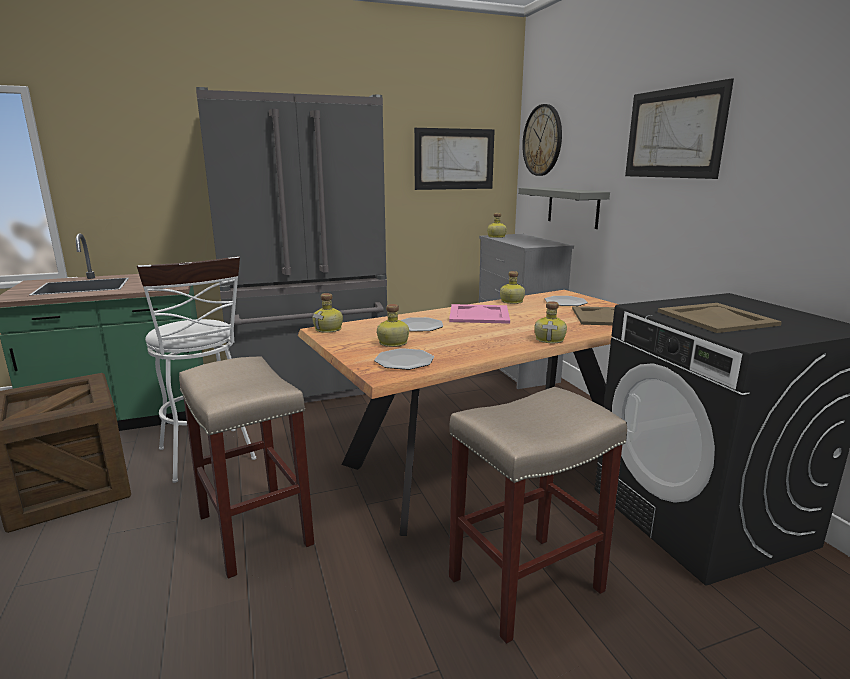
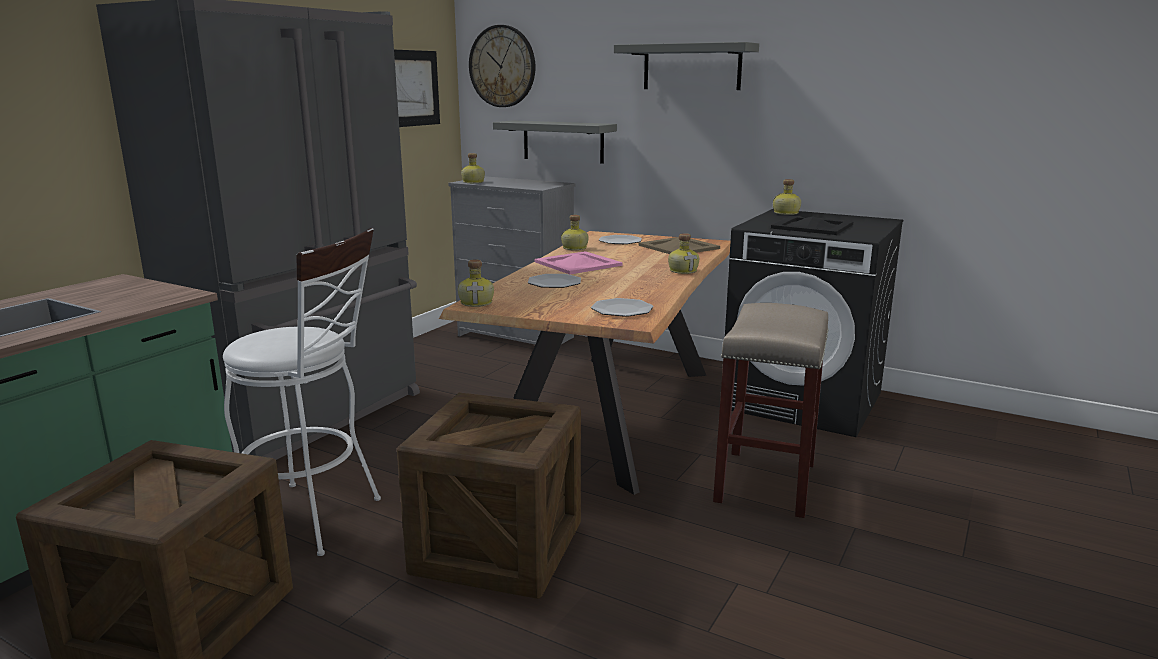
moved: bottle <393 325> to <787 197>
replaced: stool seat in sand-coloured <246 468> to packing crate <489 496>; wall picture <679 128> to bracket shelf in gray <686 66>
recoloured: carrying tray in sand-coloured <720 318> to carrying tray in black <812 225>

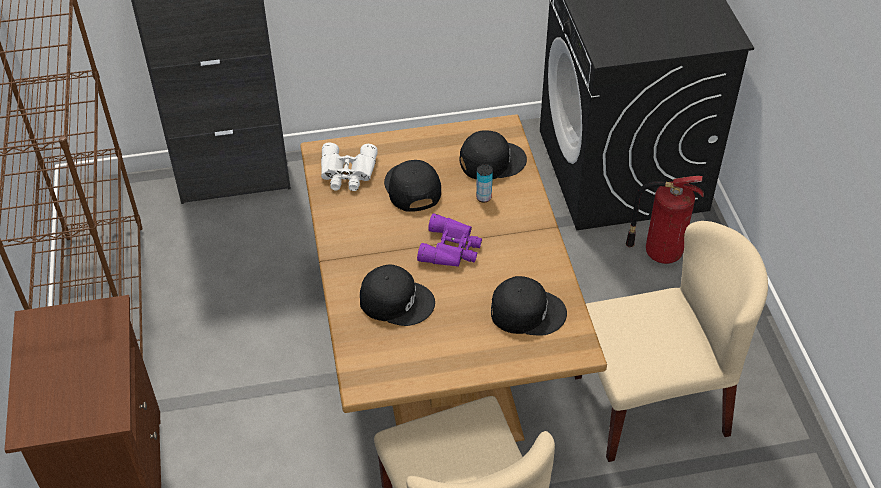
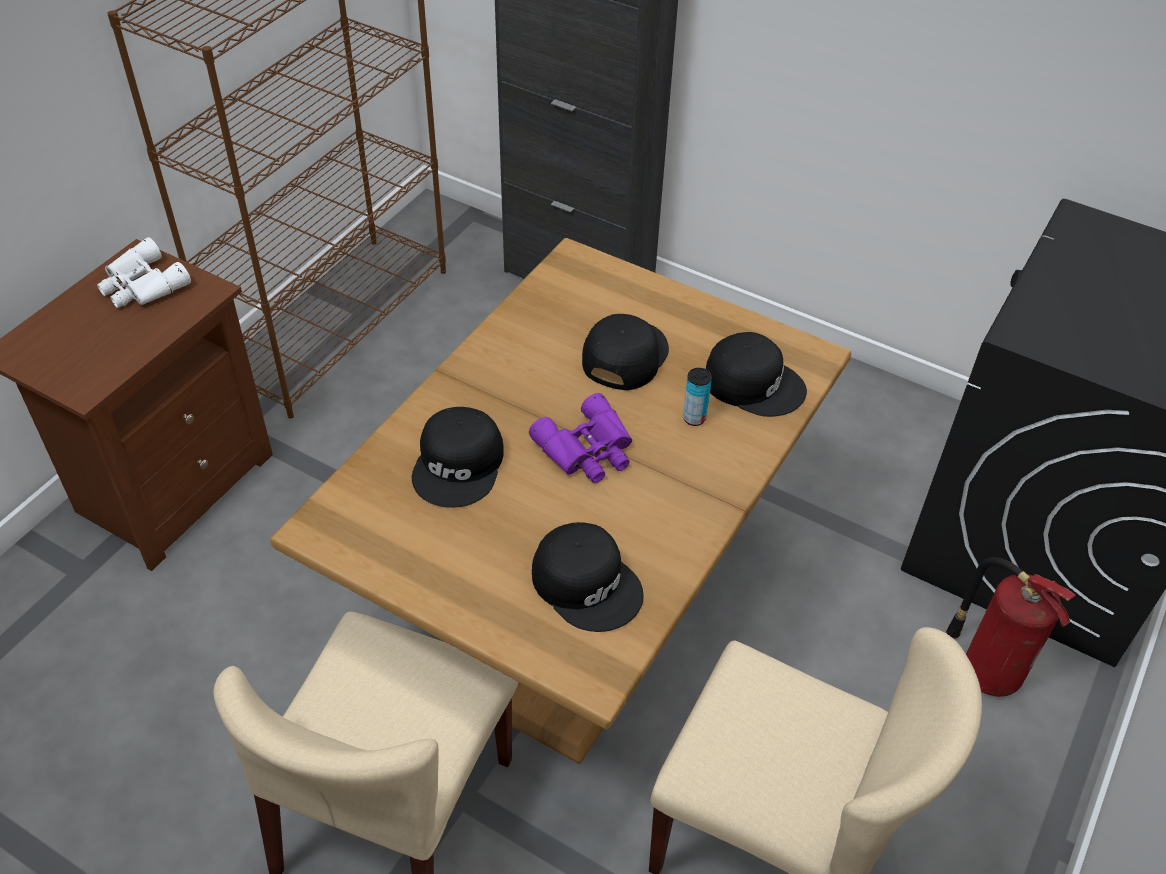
moved: pair of binoculars in white <349 167> to <144 272>
turned: baseball cap in black <397 295> = <458 457> 45 degrees clockwise

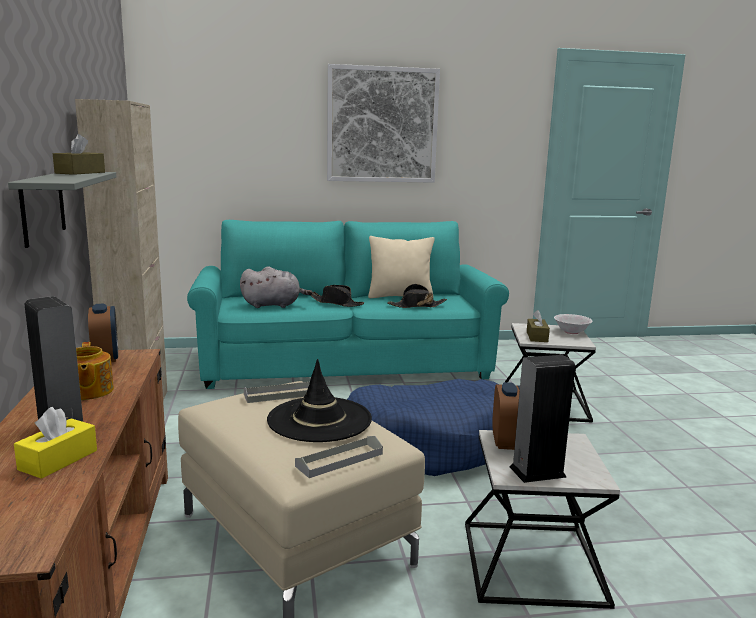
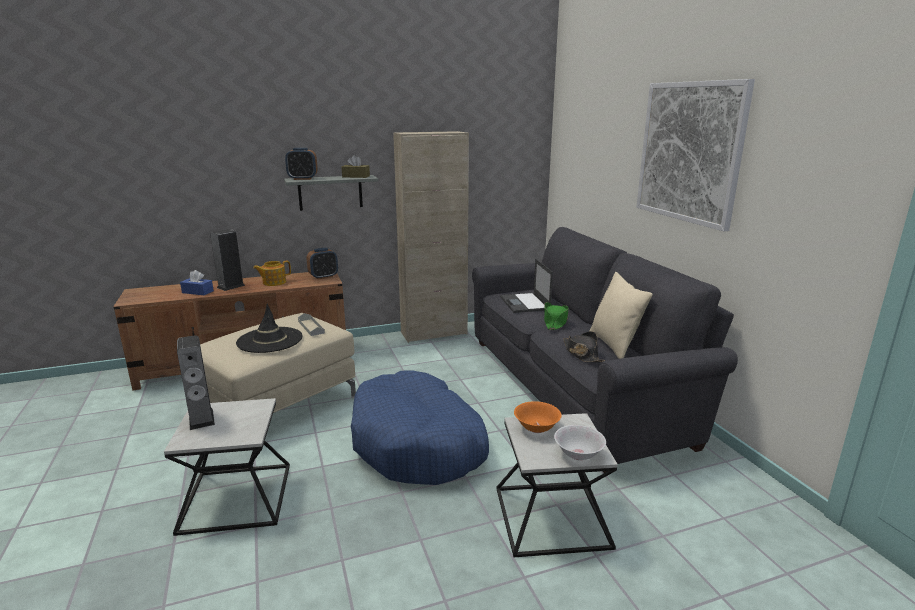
removed: carrying tray in gray <339 457>
moved: alarm clock <506 416> to <301 164>
replaced: soft toy in gray <276 287> to portable computer <526 286>; tissue box in brown-coloured <538 326> to bowl in orange-coloured <538 417>
recoloured: tissue box in yellow-coloured <55 443> to tissue box in blue-coloured <197 282>; couch in blue-green <348 304> to couch in gray <605 350>; wearable hat in black <337 296> to wearable hat in green <556 316>

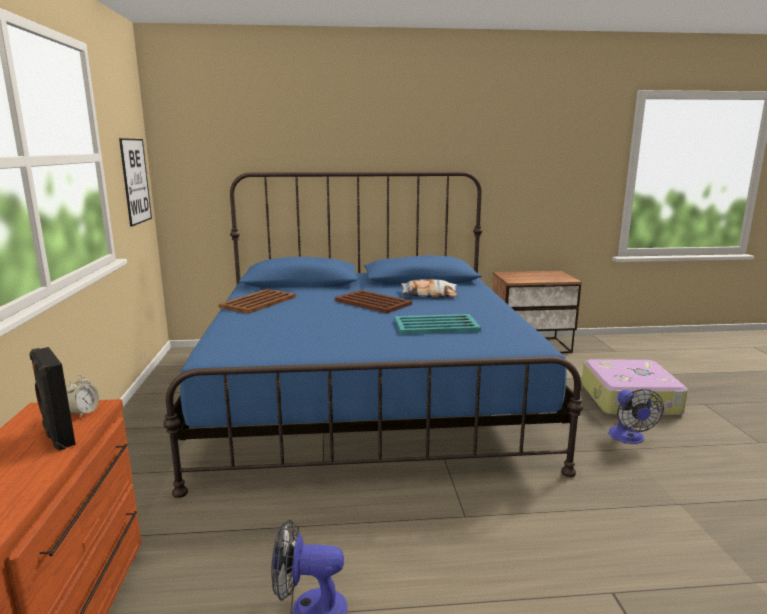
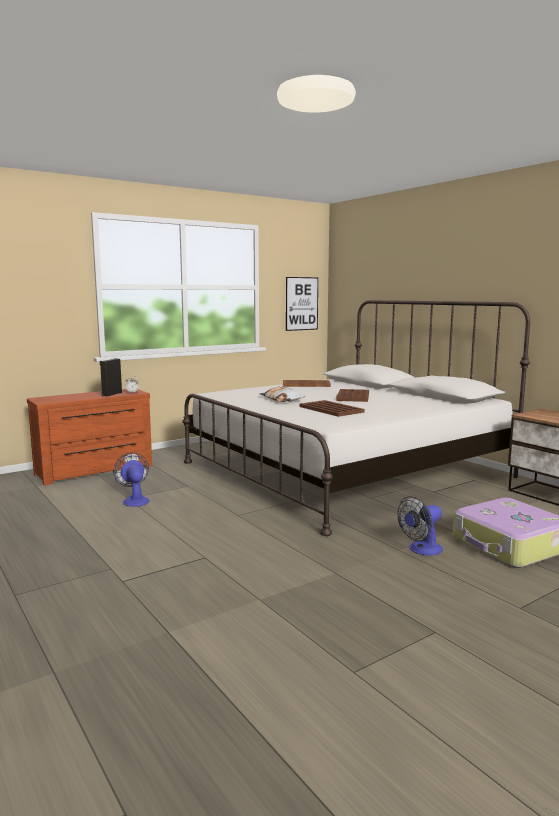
moved: throw pillow <429 288> to <282 394>
recoloured: sleeping bed in blue-coloured <373 335> to sleeping bed in white <356 418>; carrying tray in blue-green <438 324> to carrying tray in brown-coloured <332 408>

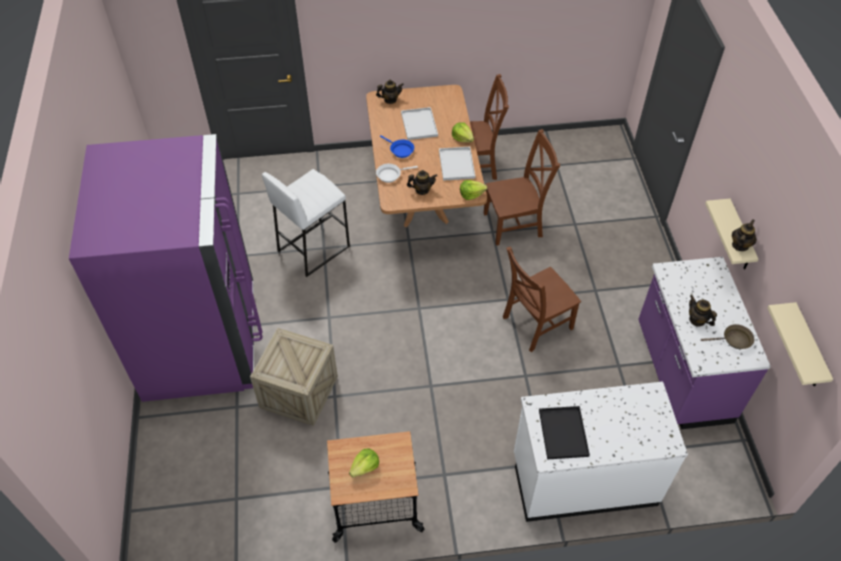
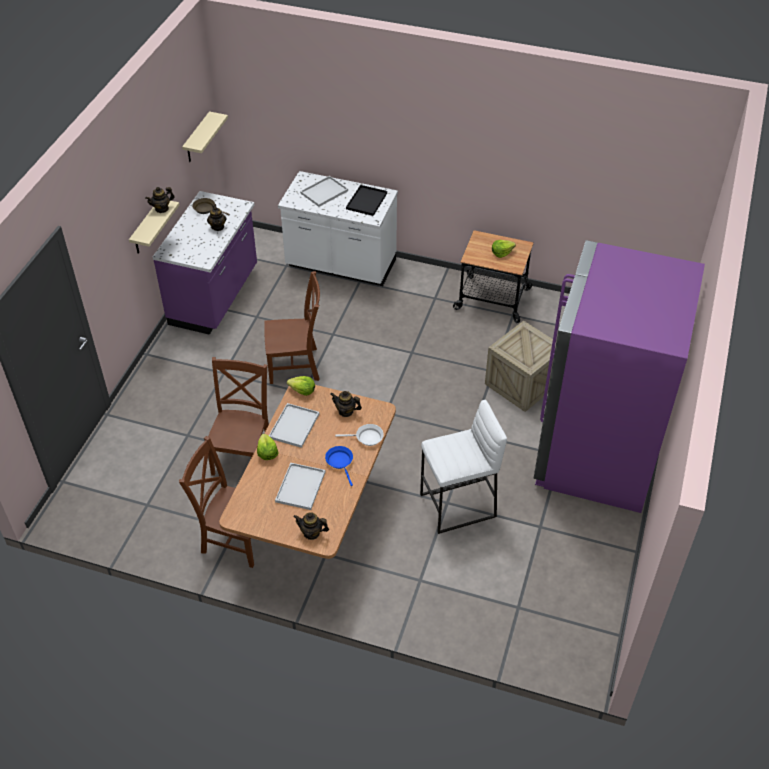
added: carrying tray in white <324 191>
turned: chair in brown-coloured <522 187> = <238 416> 90 degrees clockwise

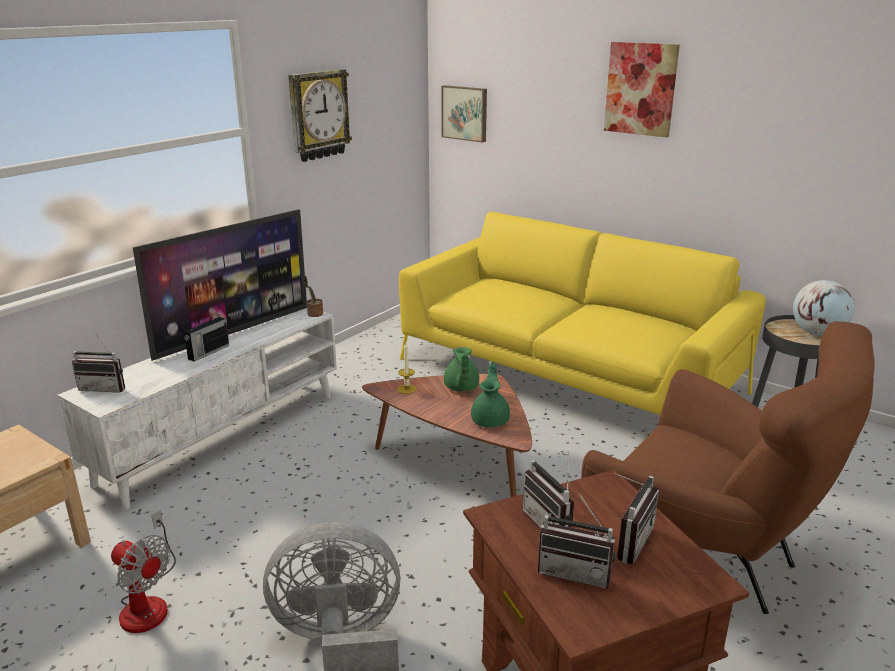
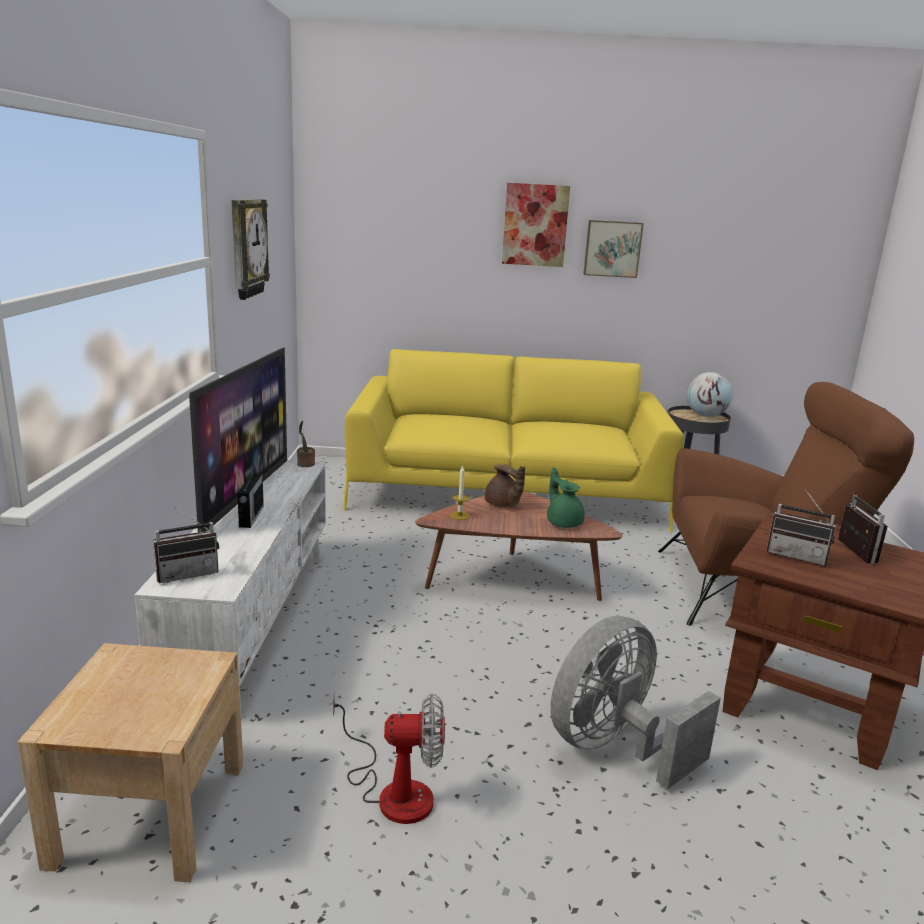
removed: radio <577 539>
moved: wall picture <464 114> to <613 249>
recoloured: teapot in green <461 369> to teapot in brown-coloured <505 485>

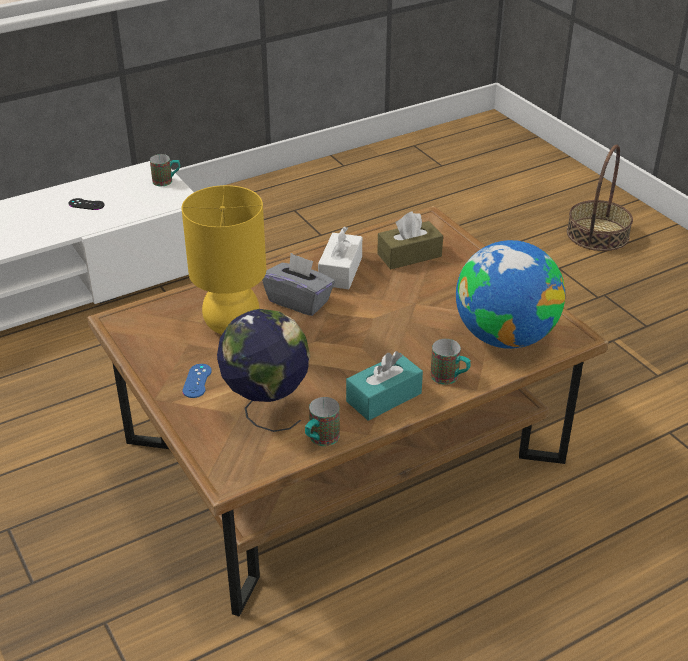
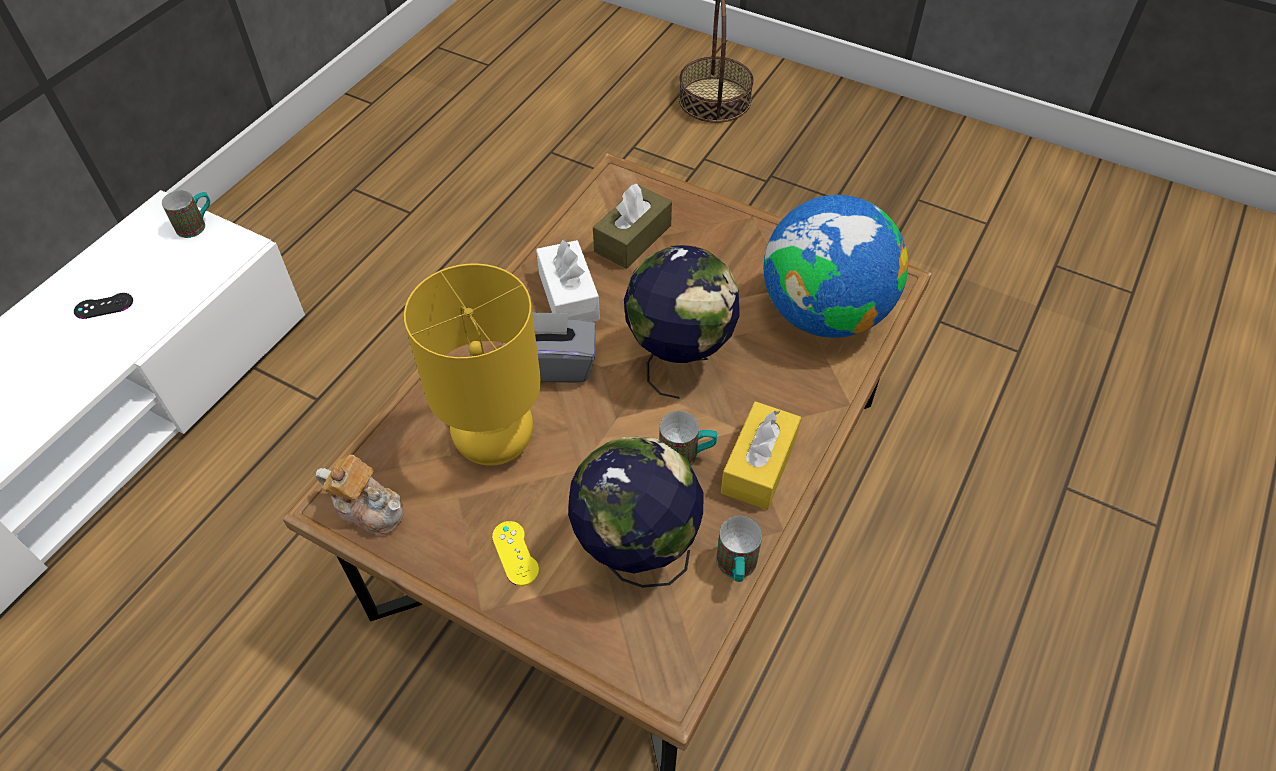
added: teapot <360 495>; desk globe <682 322>
moved: mug <450 362> to <688 438>
recoloured: joypad in blue-coloured <197 381> to joypad in yellow-coloured <515 553>; tissue box in blue-green <384 386> to tissue box in yellow-coloured <761 455>

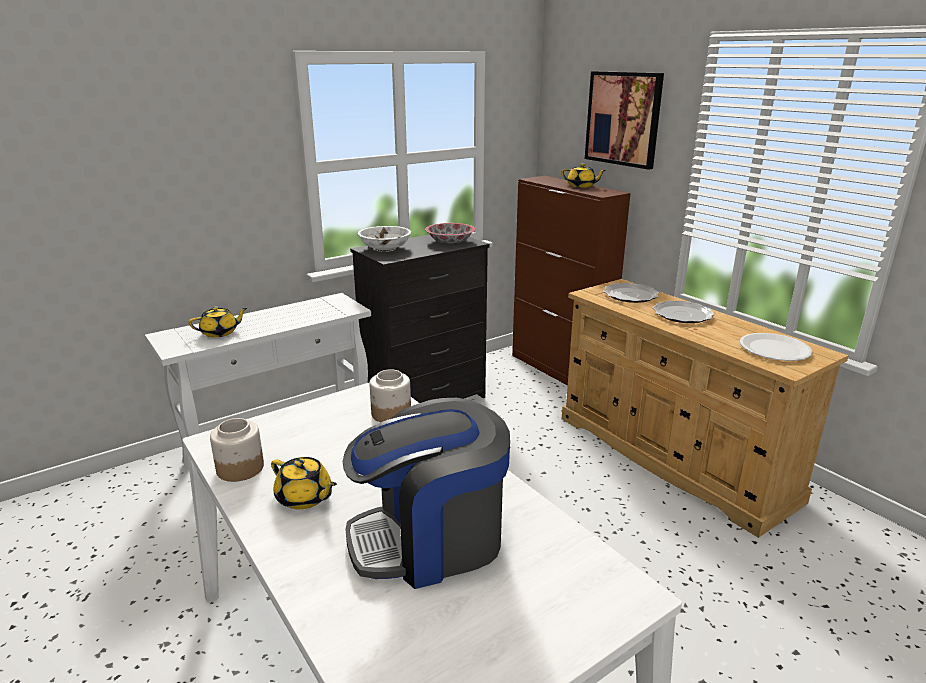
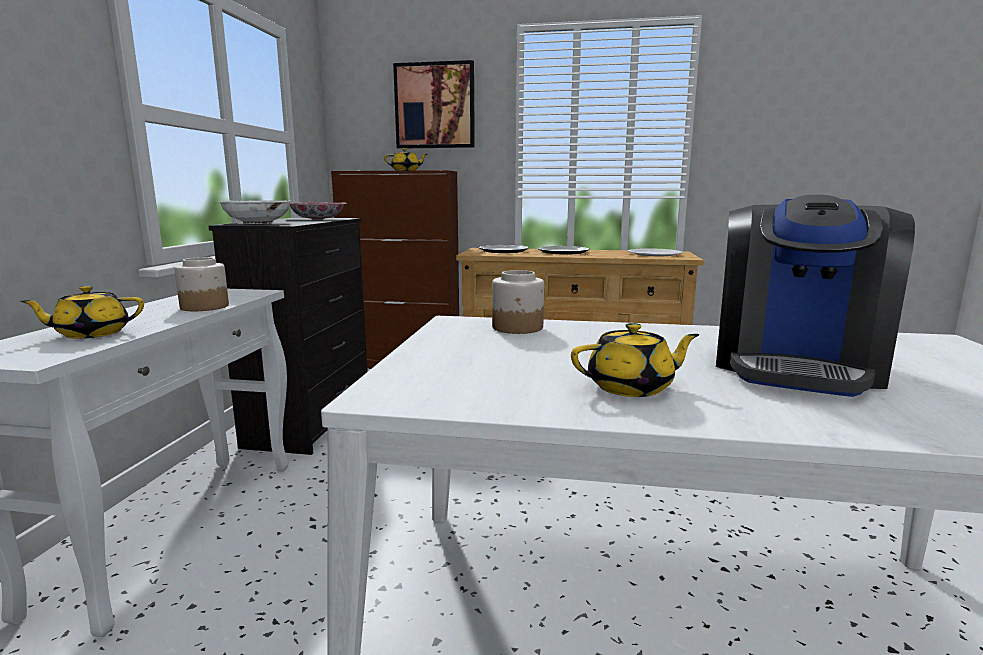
moved: jar <237 450> to <201 284>
turned: teapot in yellow-coloured <217 322> = <82 312> 135 degrees counterclockwise

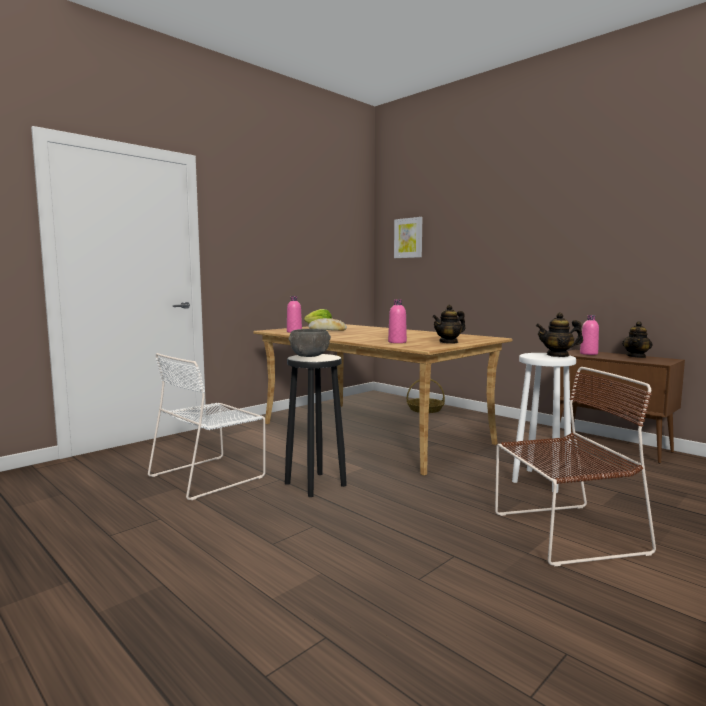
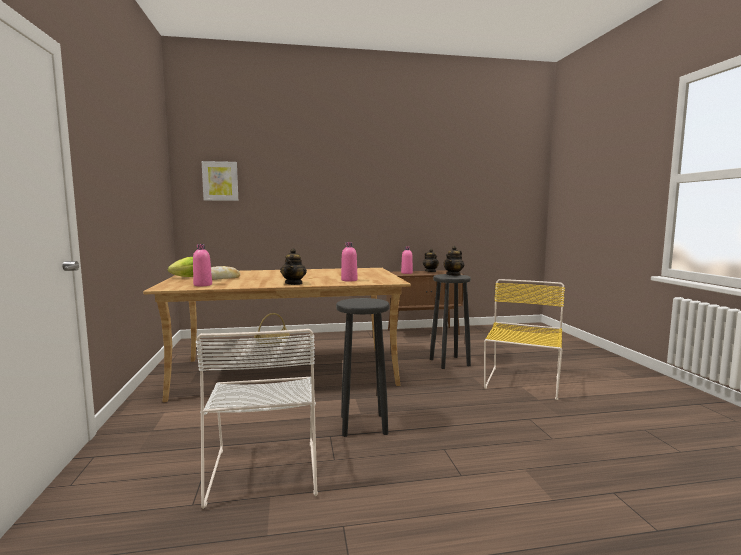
removed: bowl in gray <310 343>
moved: teapot <448 324> to <293 266>
recoloured: chair in brown-coloured <575 466> to chair in yellow-coloured <524 339>; stool seat in white <544 423> to stool seat in black <450 321>

